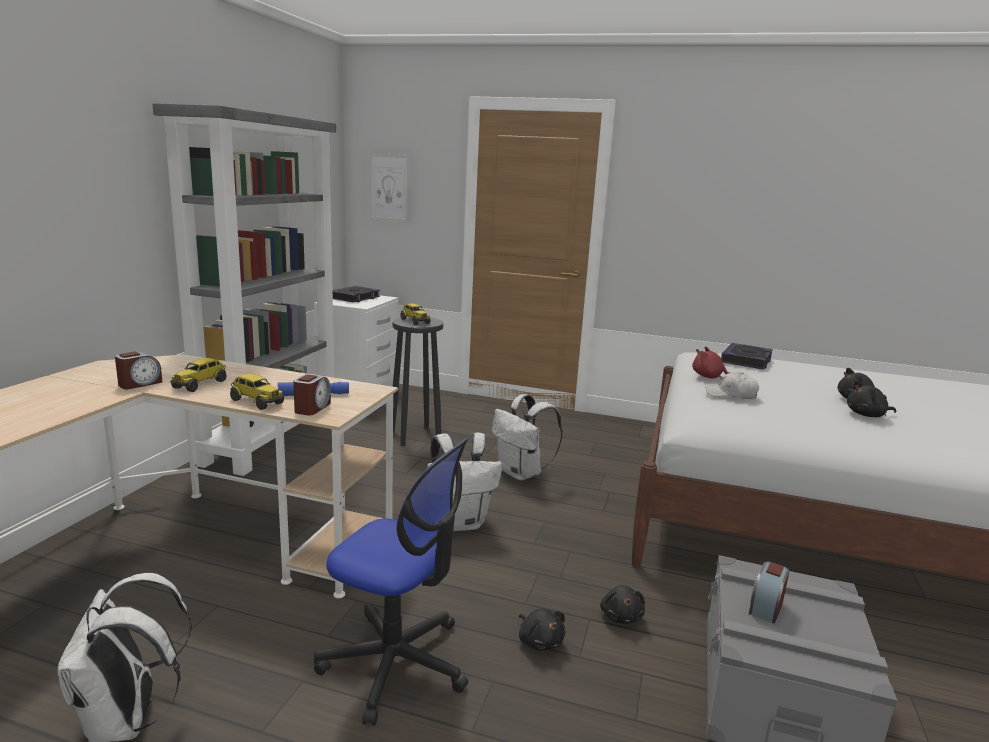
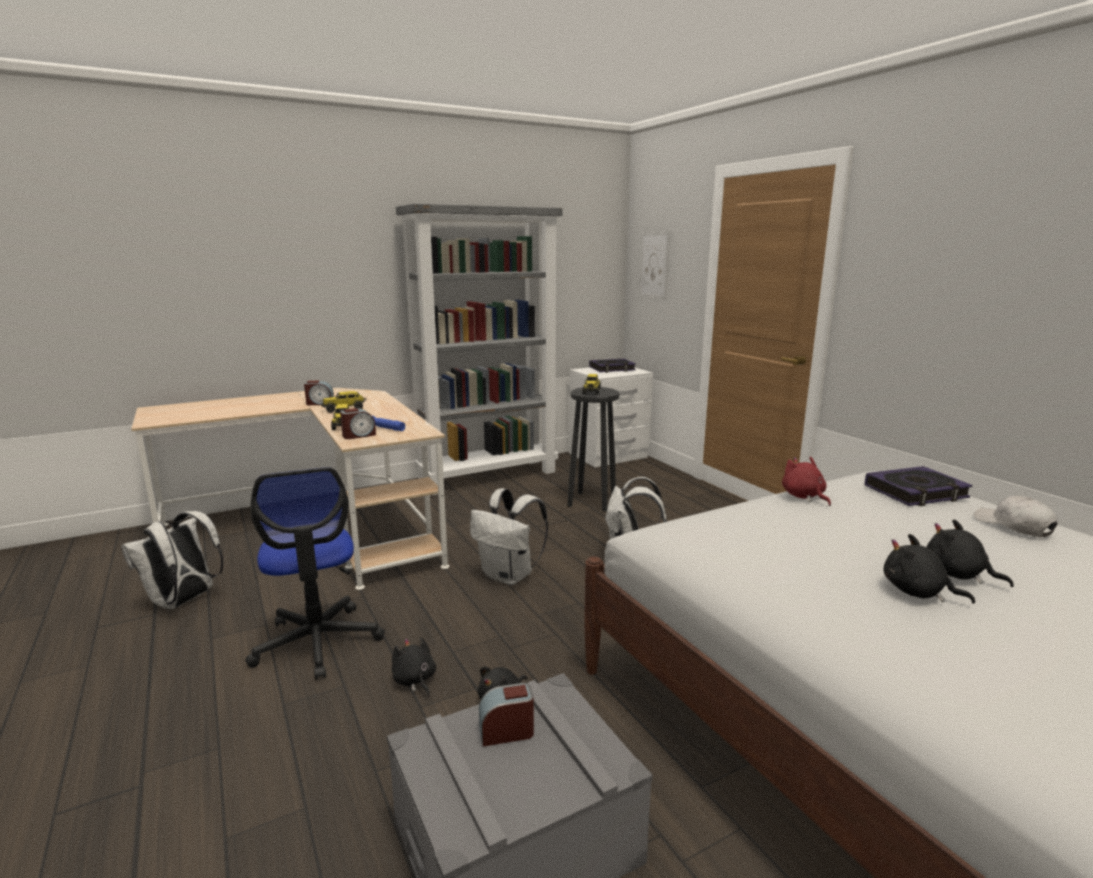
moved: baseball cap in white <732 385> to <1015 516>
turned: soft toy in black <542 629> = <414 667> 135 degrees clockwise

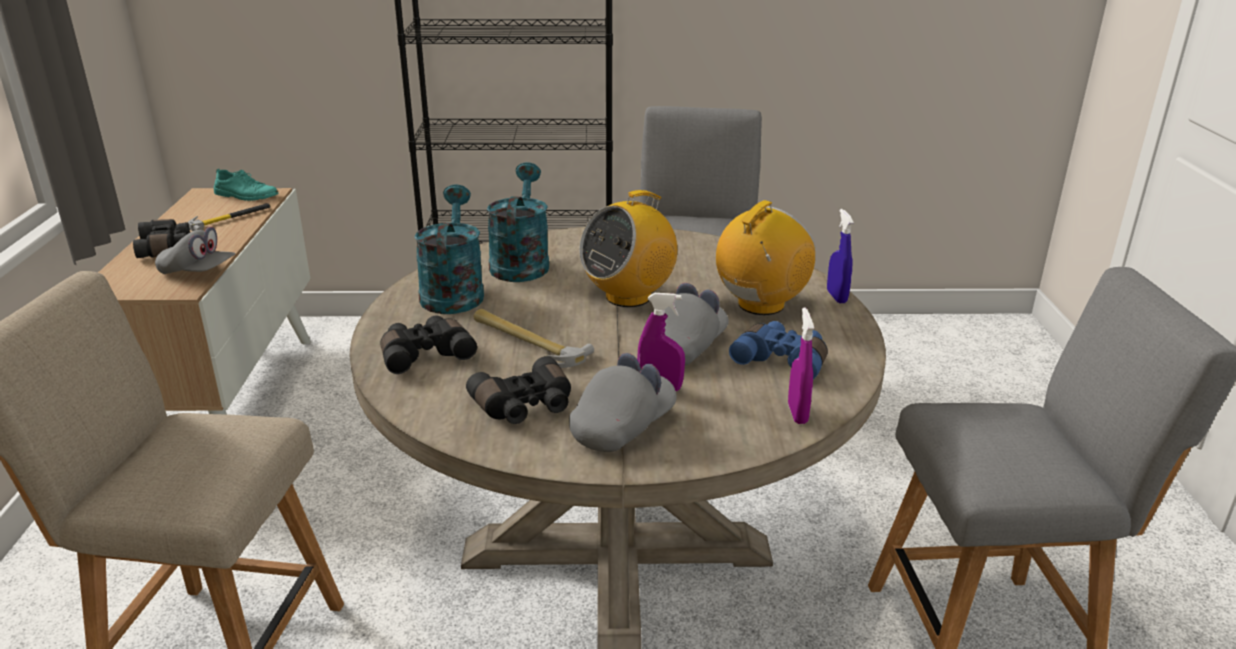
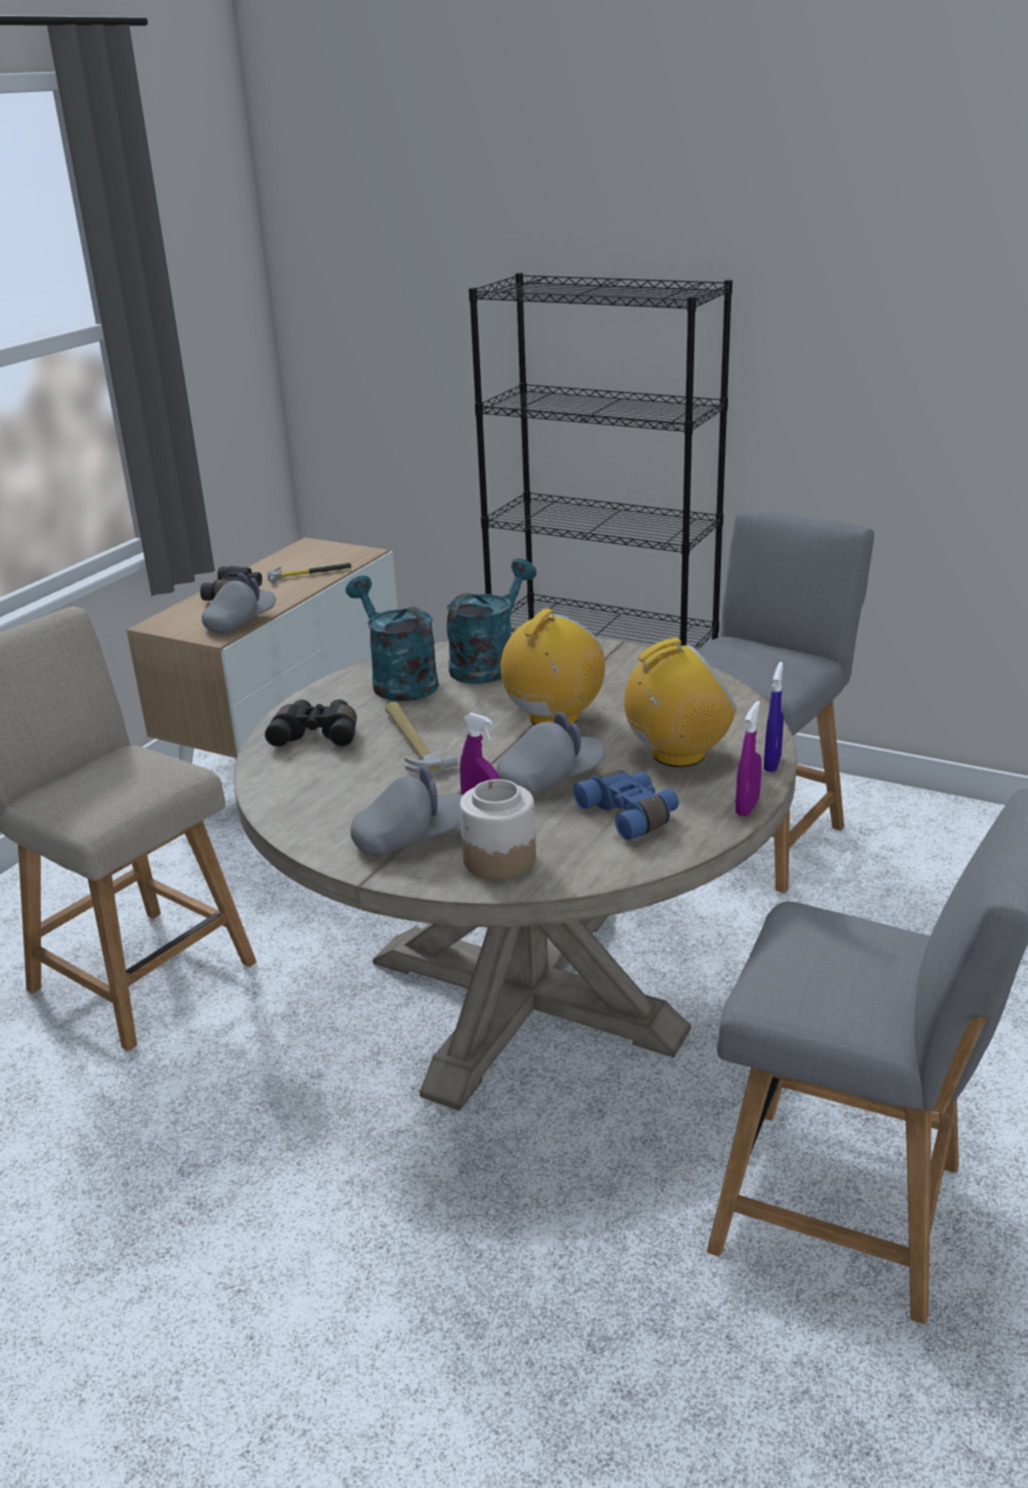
removed: low shoe in blue-green <246 185>; pair of binoculars in black <518 390>
added: jar <498 829>
moved: sprayer in purplish <801 365> to <748 759>
turned: baseball cap in gray <195 250> = <239 603> 90 degrees counterclockwise; sprinkling can in blue-green <449 249> = <392 638> 60 degrees counterclockwise; radio <628 248> = <553 666> 135 degrees clockwise

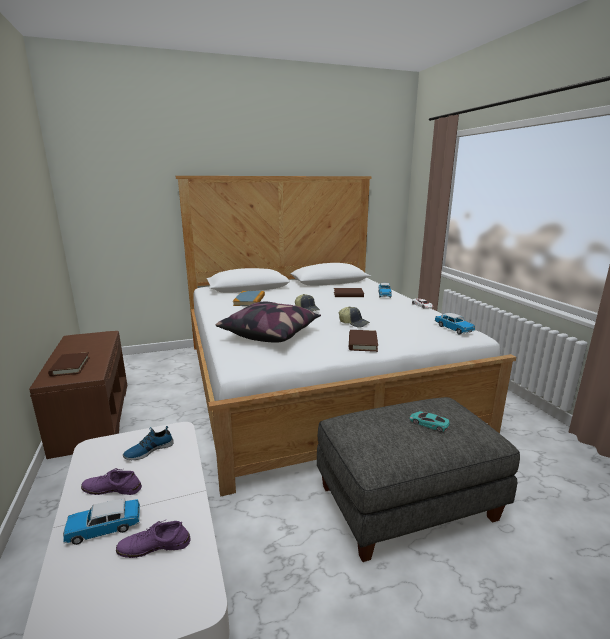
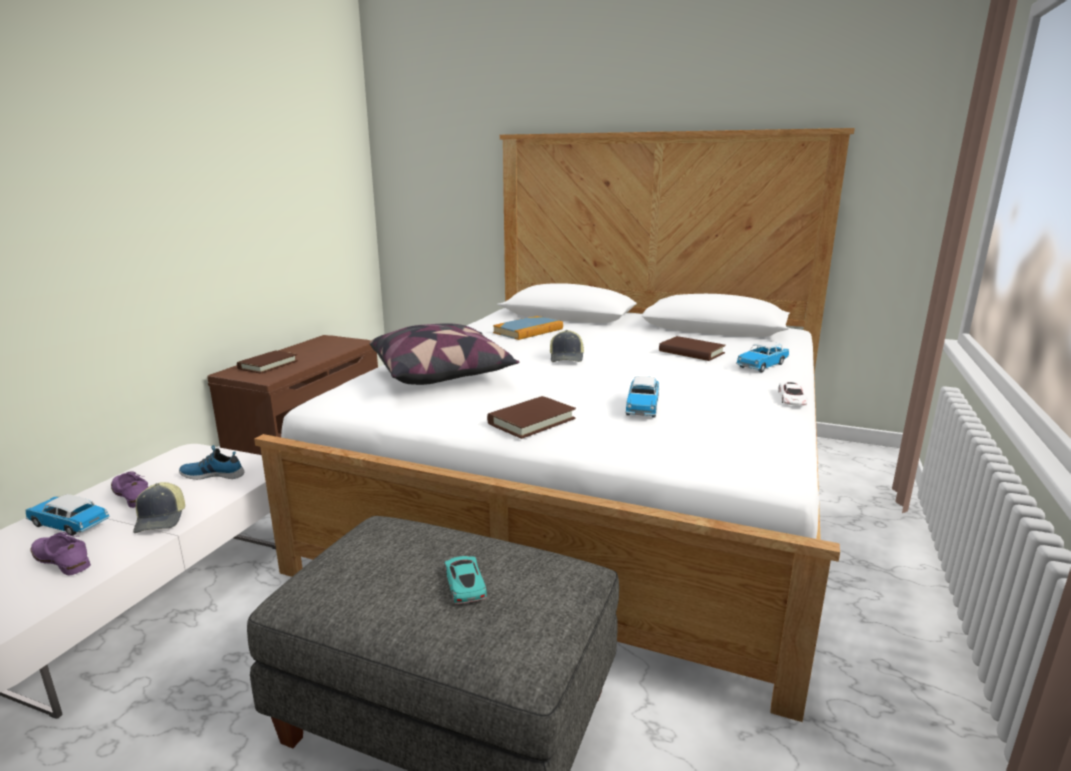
moved: baseball cap <354 317> to <159 507>; toy car <455 324> to <642 397>

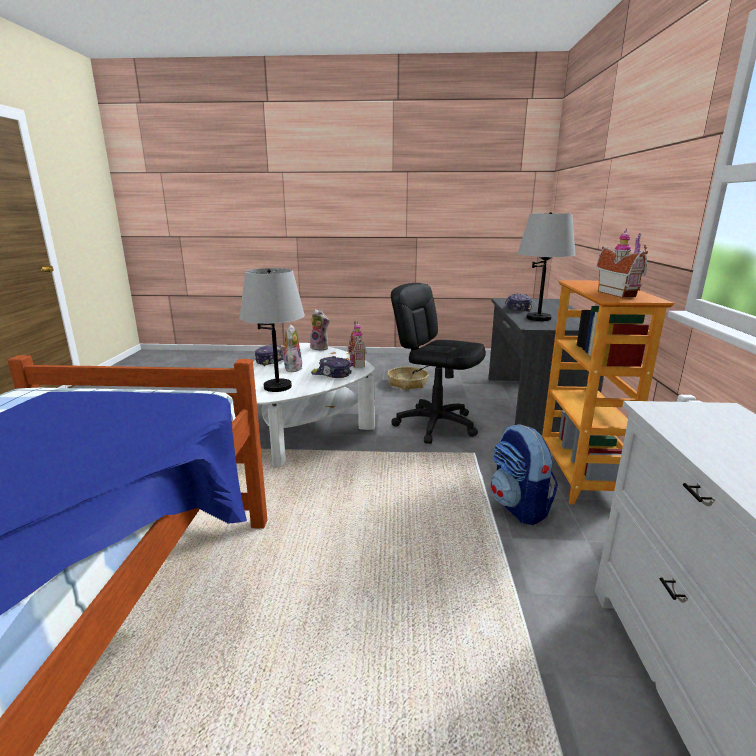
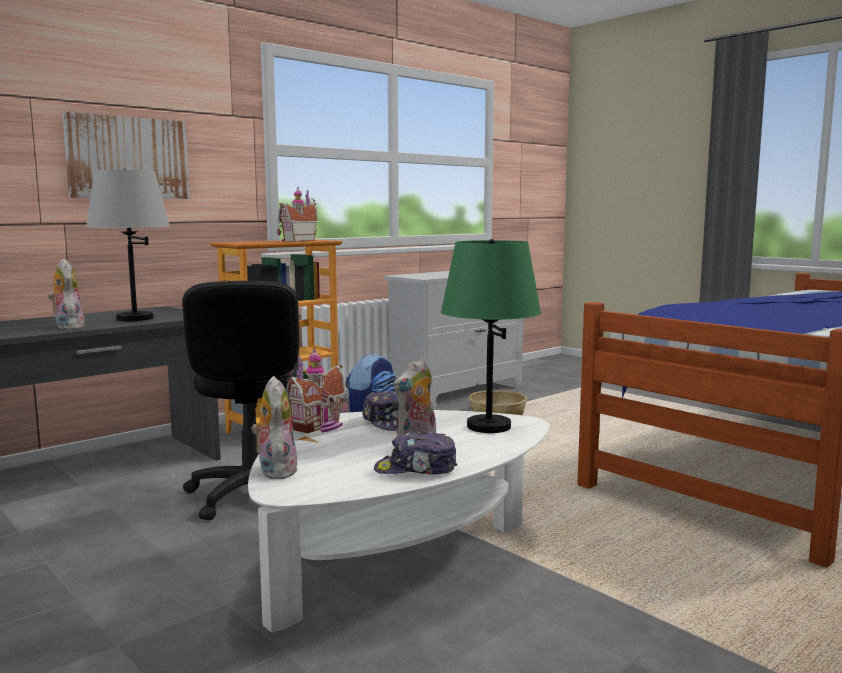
added: wall picture <126 155>
moved: basket <408 378> to <498 402>
replaced: baseball cap <518 302> to soft toy <66 294>
recoloured: lamp for a table in gray <272 330> to lamp for a table in green <491 336>

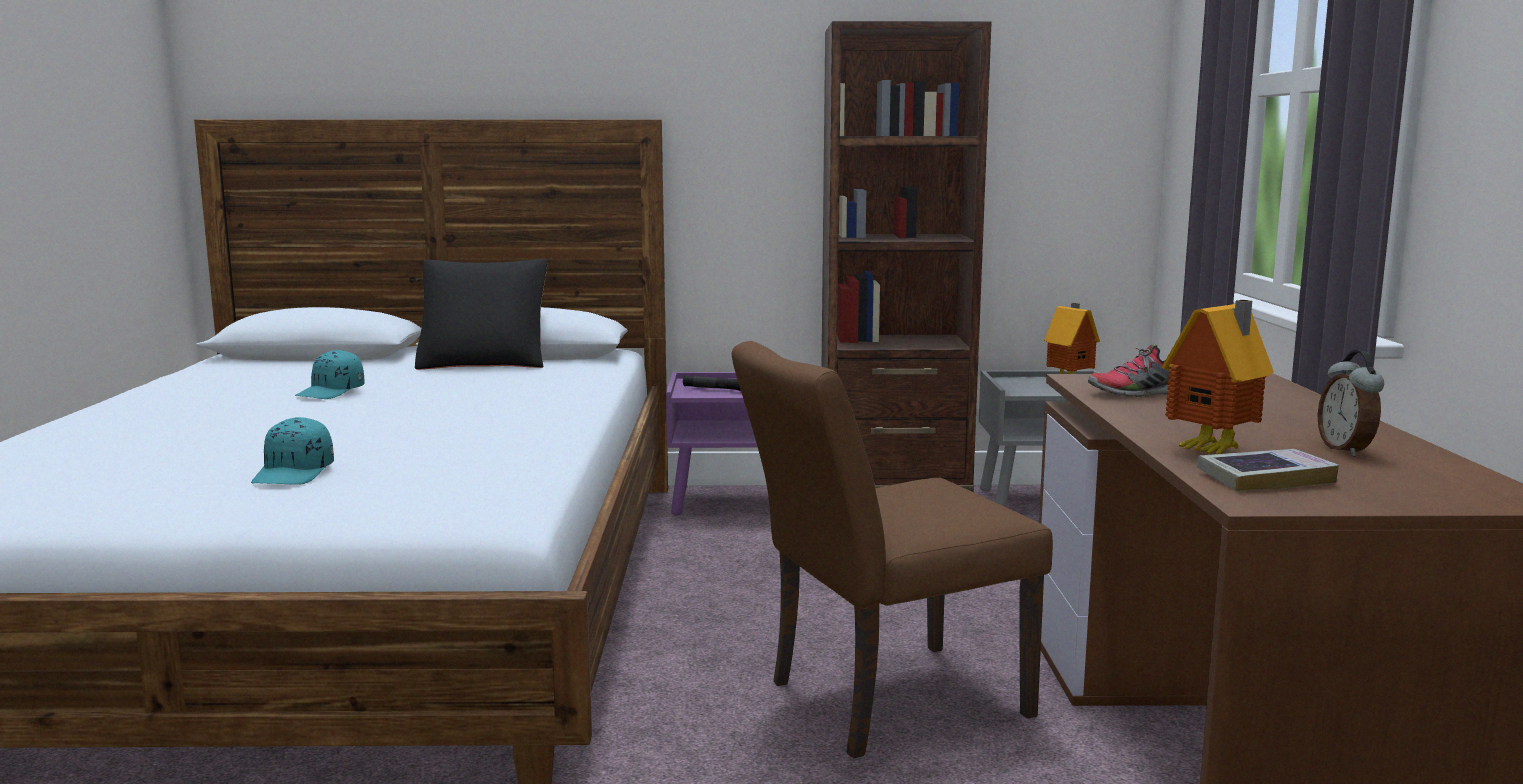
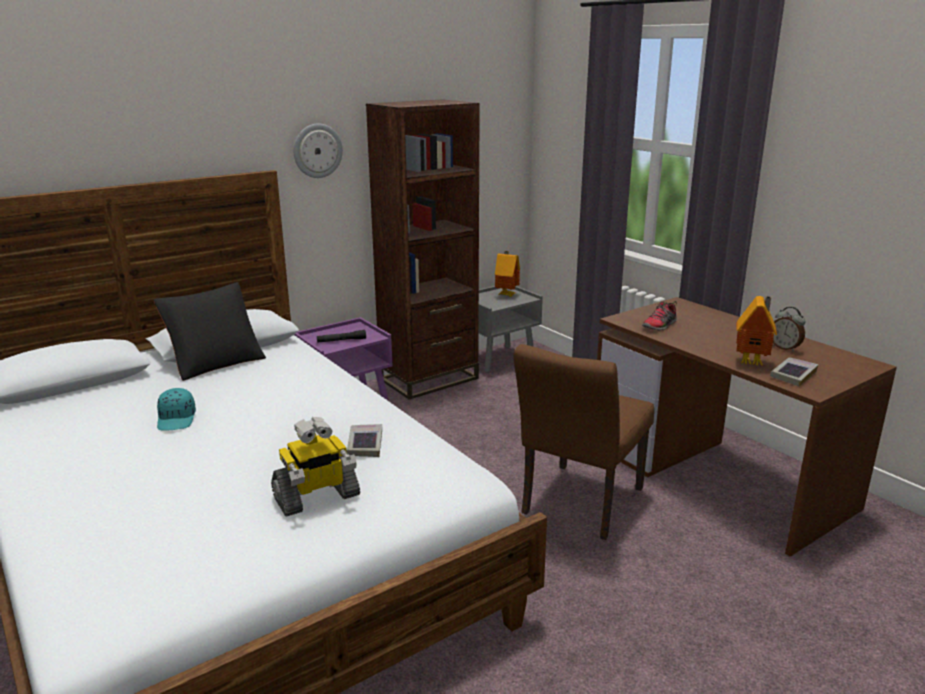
added: wall clock <318 150>; bound book <364 440>
replaced: baseball cap in blue-green <292 451> to toy robot <315 467>

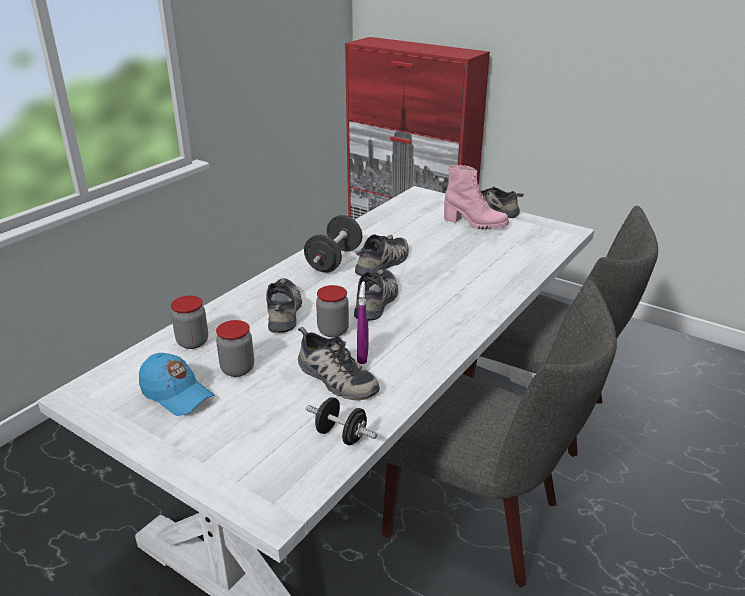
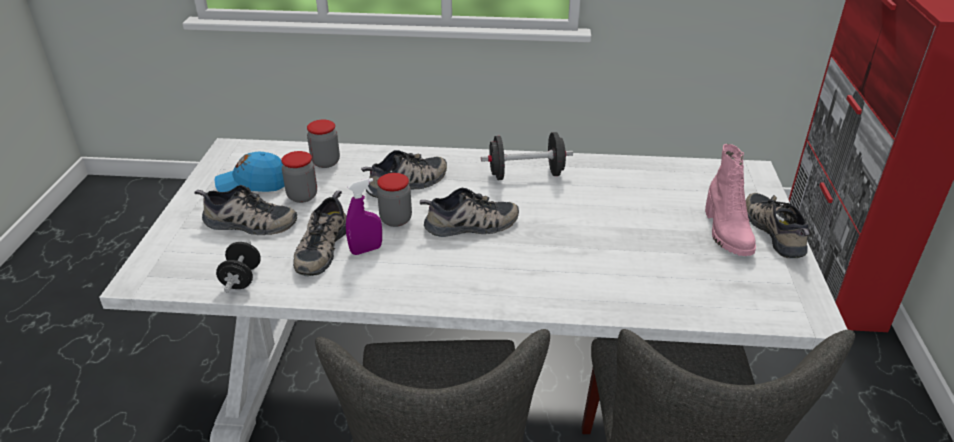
moved: low shoe <382 255> to <245 210>
turned: baseball cap in blue-coloured <177 384> = <250 172> 75 degrees clockwise

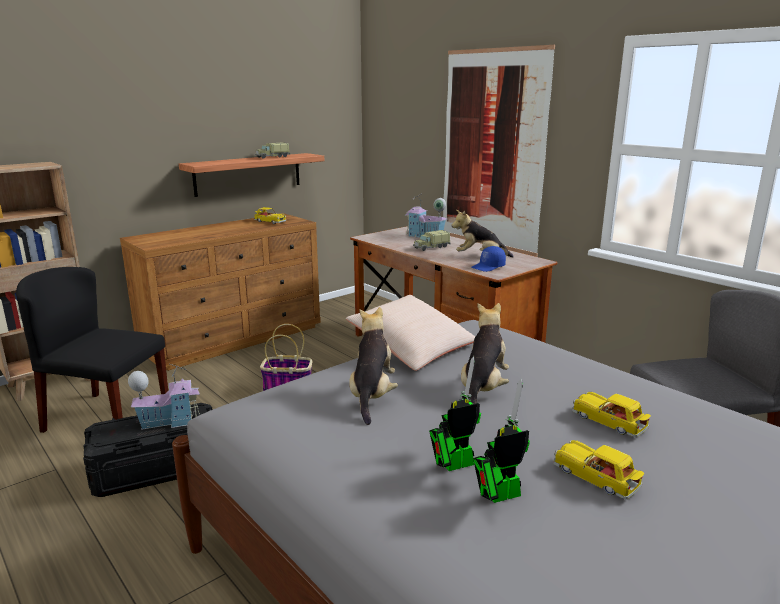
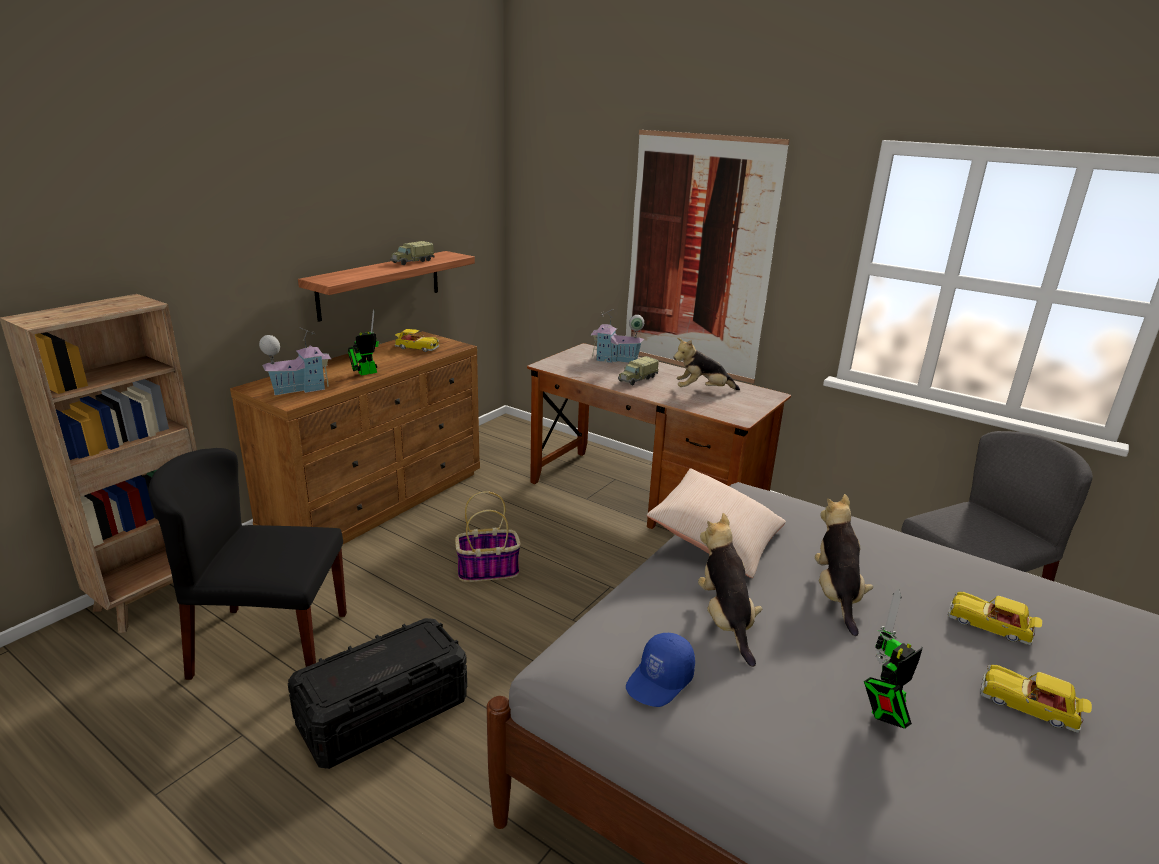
moved: model house <164 397> to <295 361>; baseball cap in blue-coloured <489 259> to <660 670>; toy robot <501 441> to <363 342>

